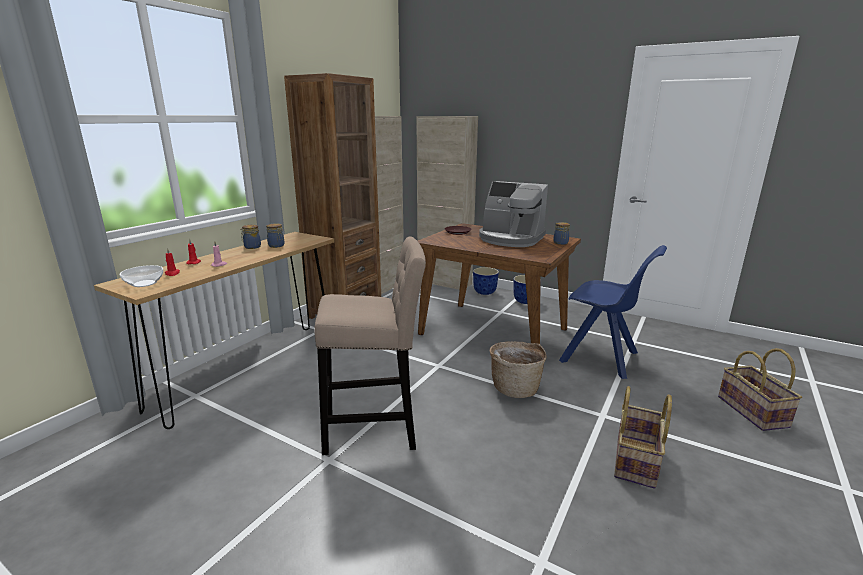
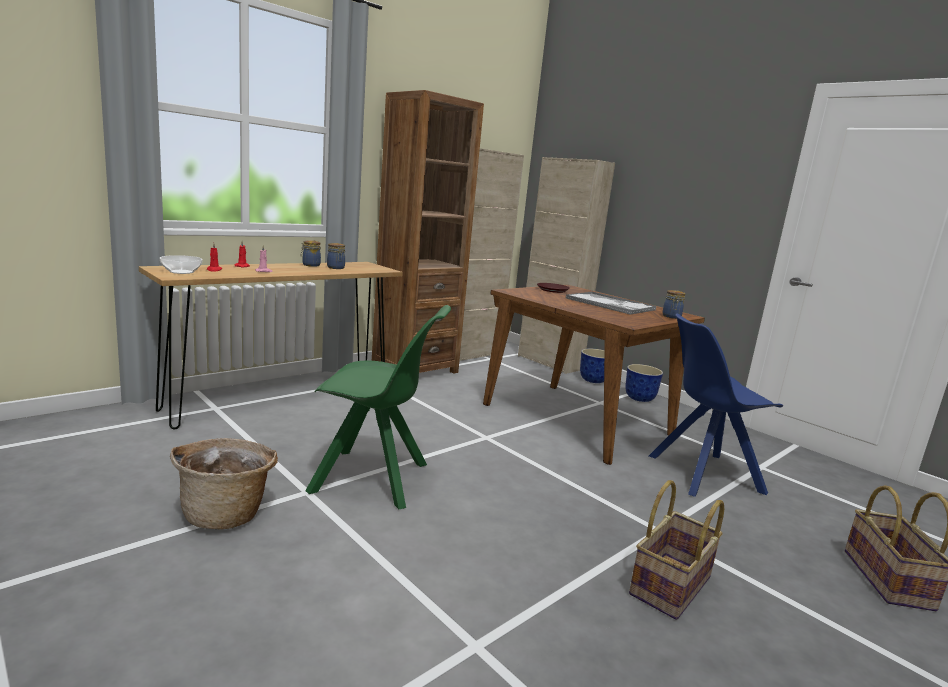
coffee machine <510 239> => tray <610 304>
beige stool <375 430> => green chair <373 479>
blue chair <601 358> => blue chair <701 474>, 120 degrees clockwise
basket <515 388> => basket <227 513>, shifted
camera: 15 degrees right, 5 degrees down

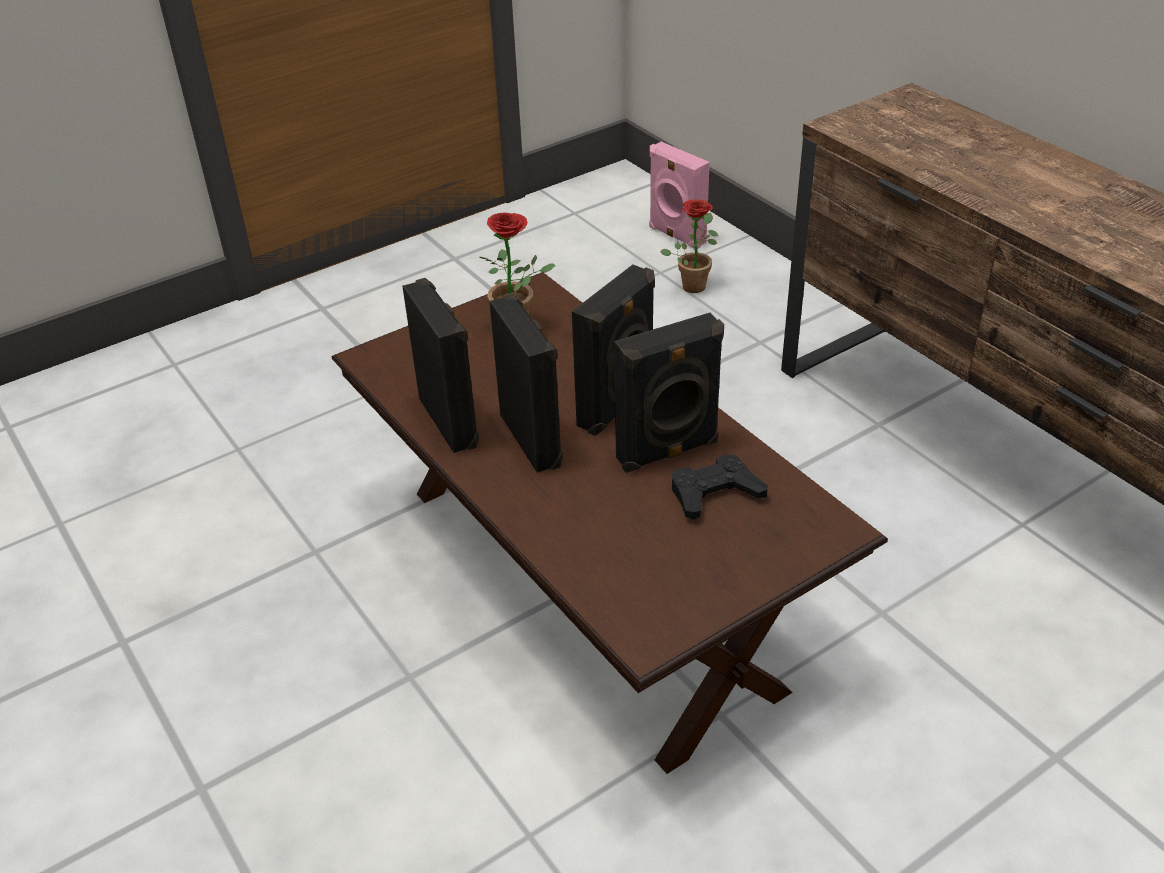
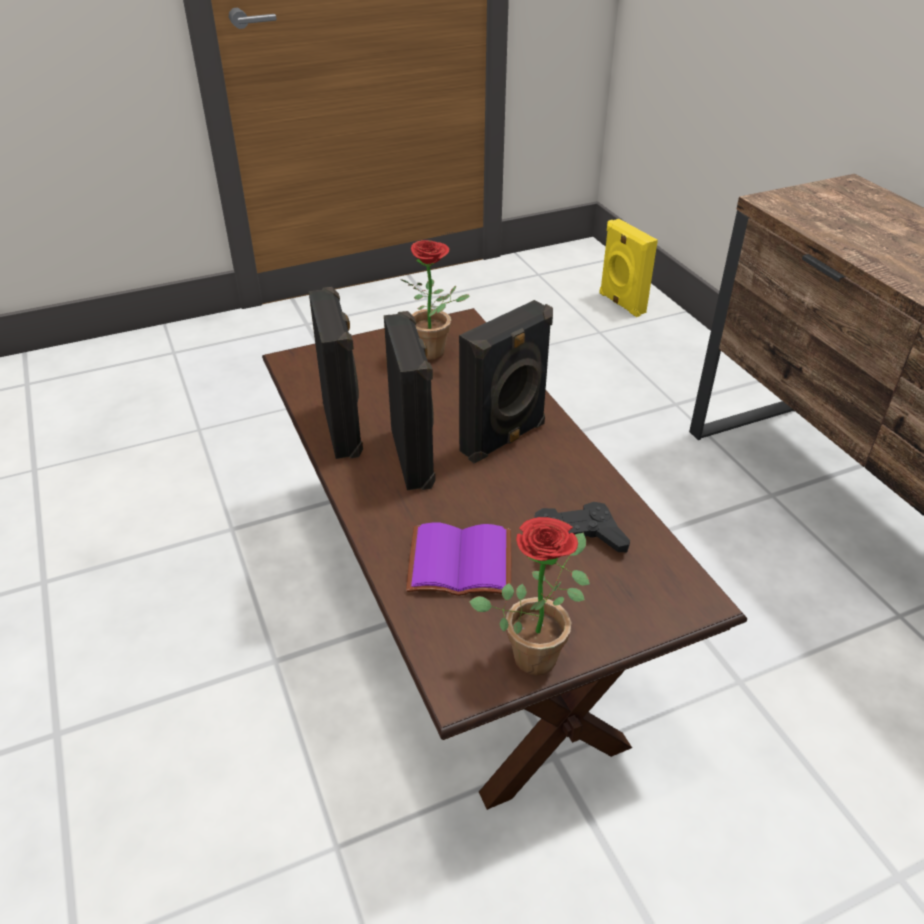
pink speaker <675 236> => yellow speaker <620 303>
potted plant <694 283> => potted plant <537 650>, shifted
black speaker <668 452> => nothing
nothing => purple book <462 560>
camera: 10 degrees right, 0 degrees up

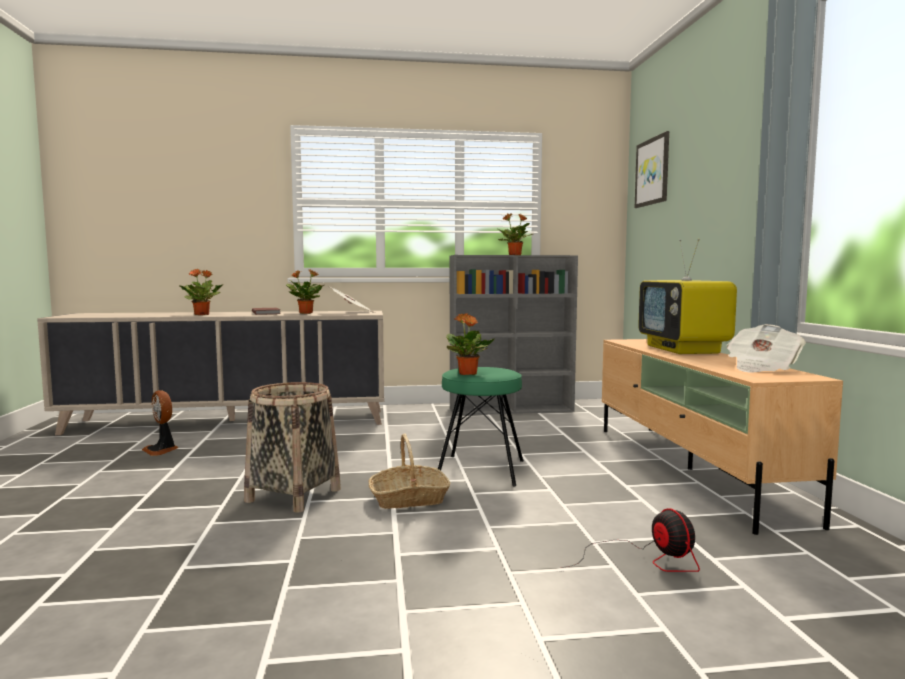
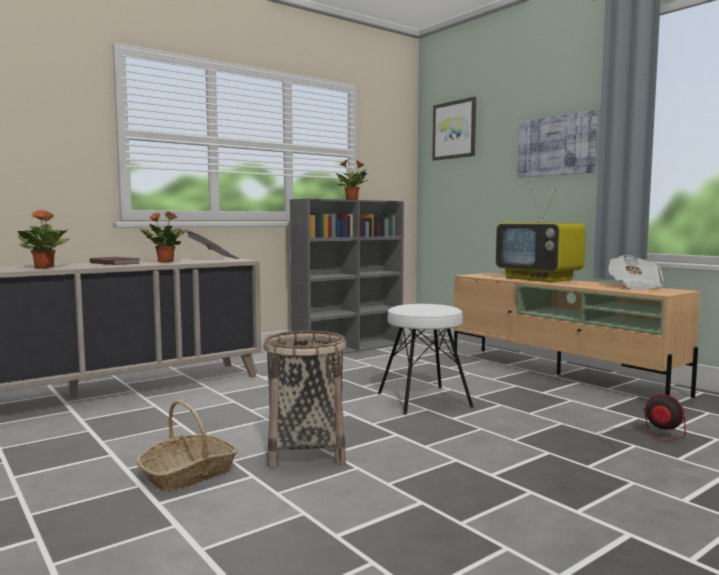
potted plant <467 374> => nothing
green stool <481 470> => white stool <424 400>
fan <161 450> => nothing
basket <409 499> => basket <188 474>, shifted
nothing => picture <556 146>
camera: 30 degrees left, 0 degrees up

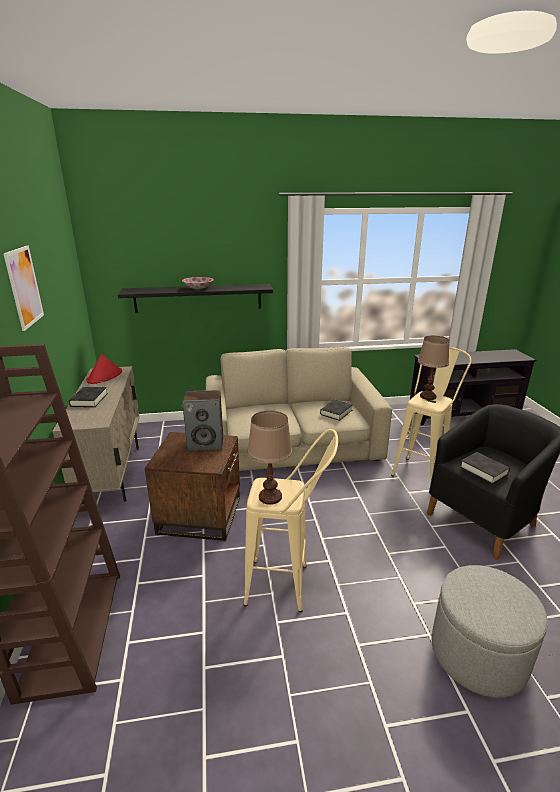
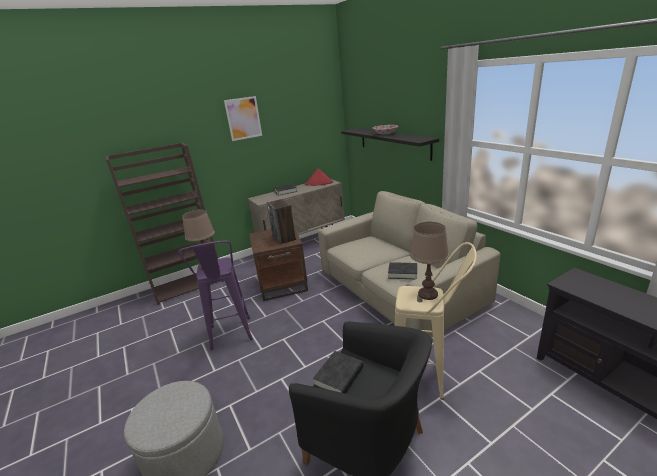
beige stool <288 586> => purple stool <231 338>
camera: 70 degrees right, 0 degrees up

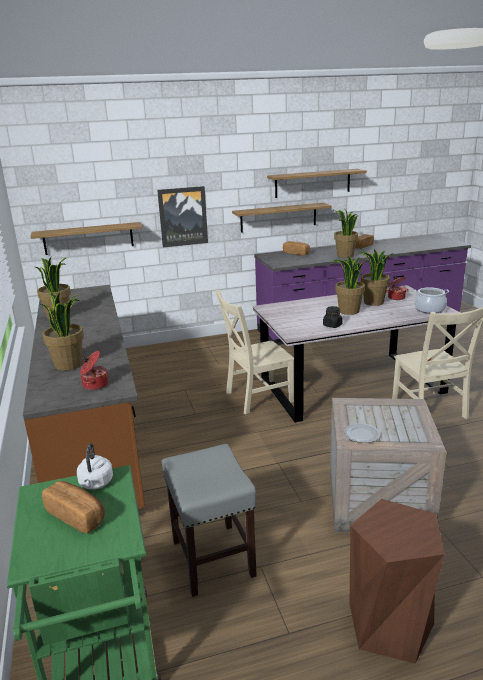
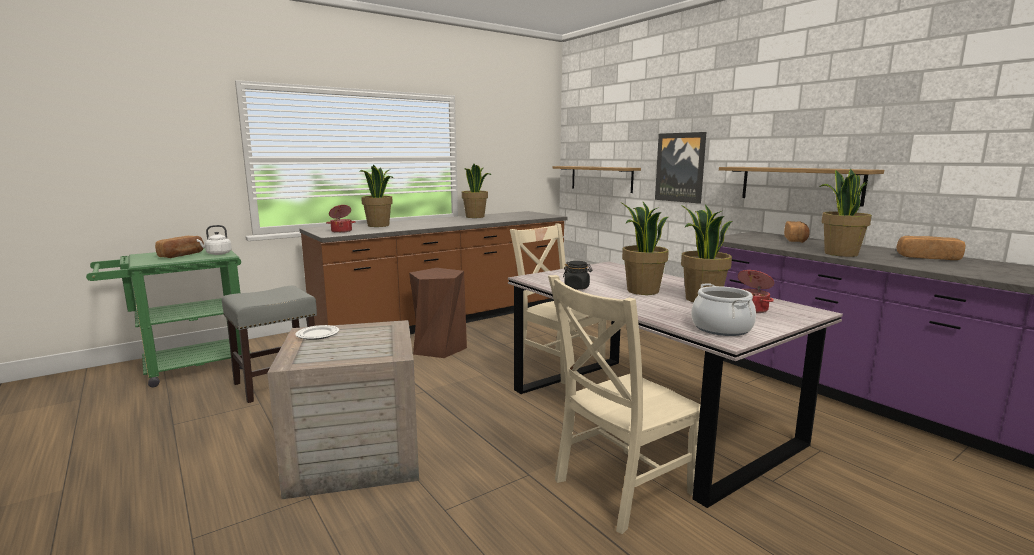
shelf <312 183> => nothing
brown stool <389 624> => brown stool <438 348>, shifted
camera: 70 degrees right, 10 degrees down

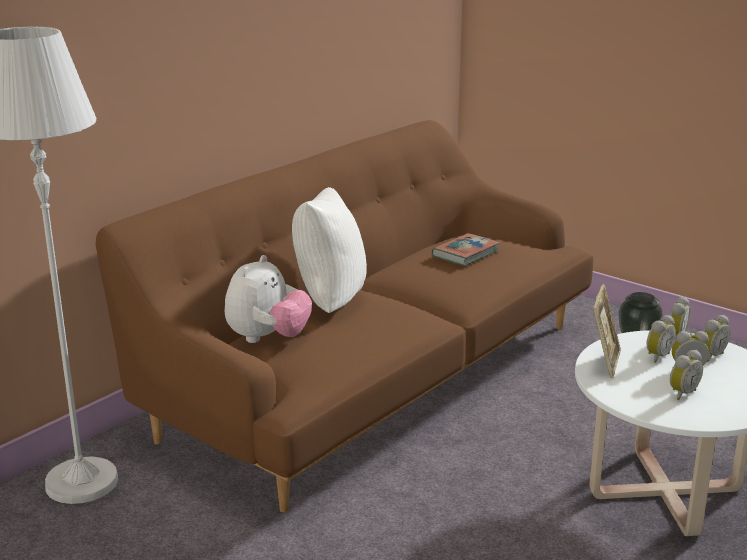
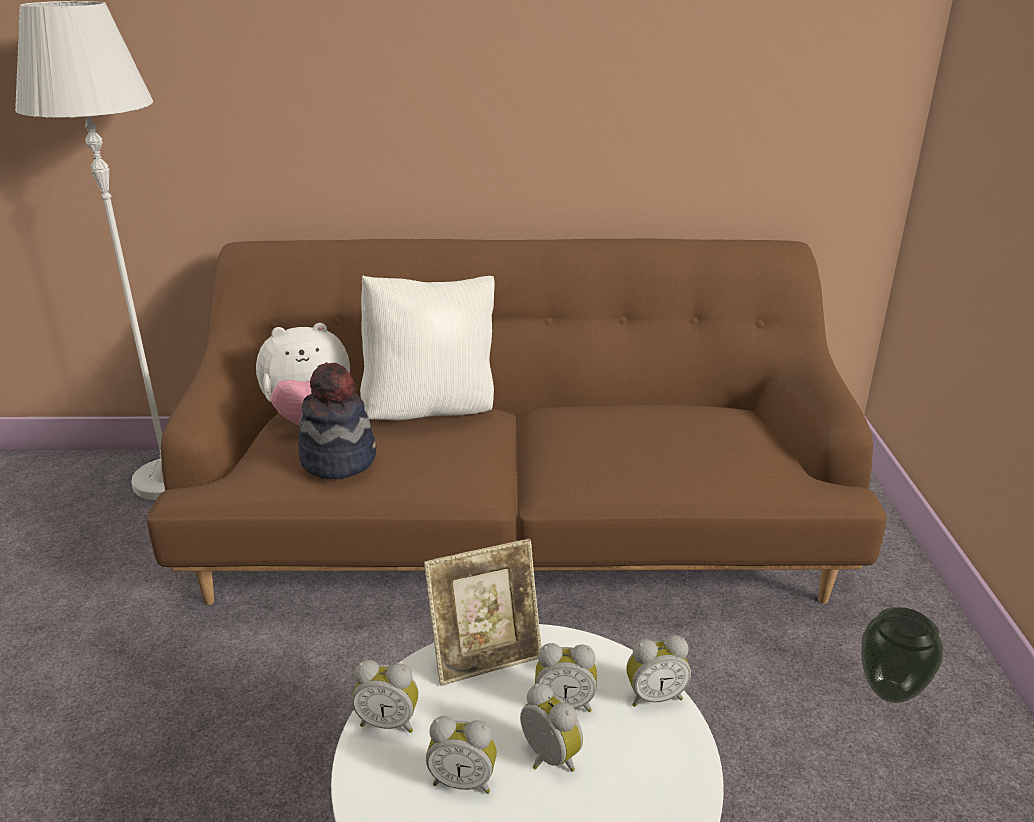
book <465 254> => nothing
alarm clock <710 356> => alarm clock <389 721>, shifted
nothing => hat <339 459>
camera: 50 degrees right, 5 degrees up

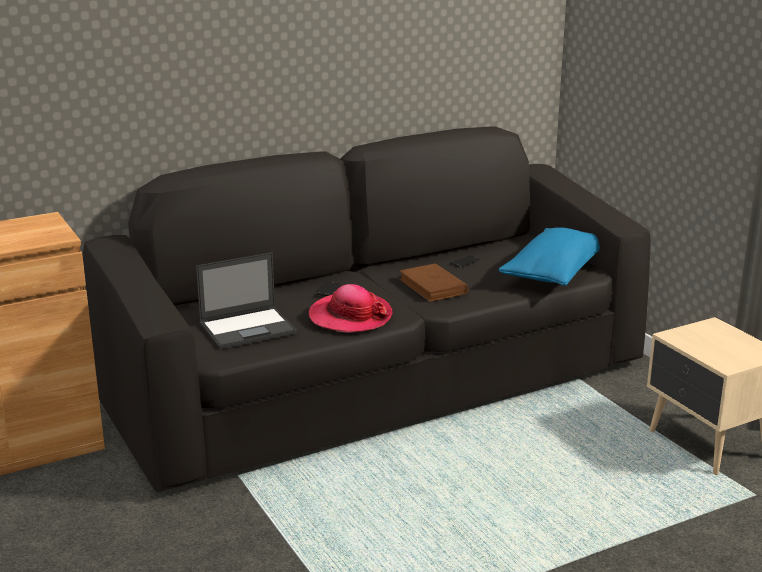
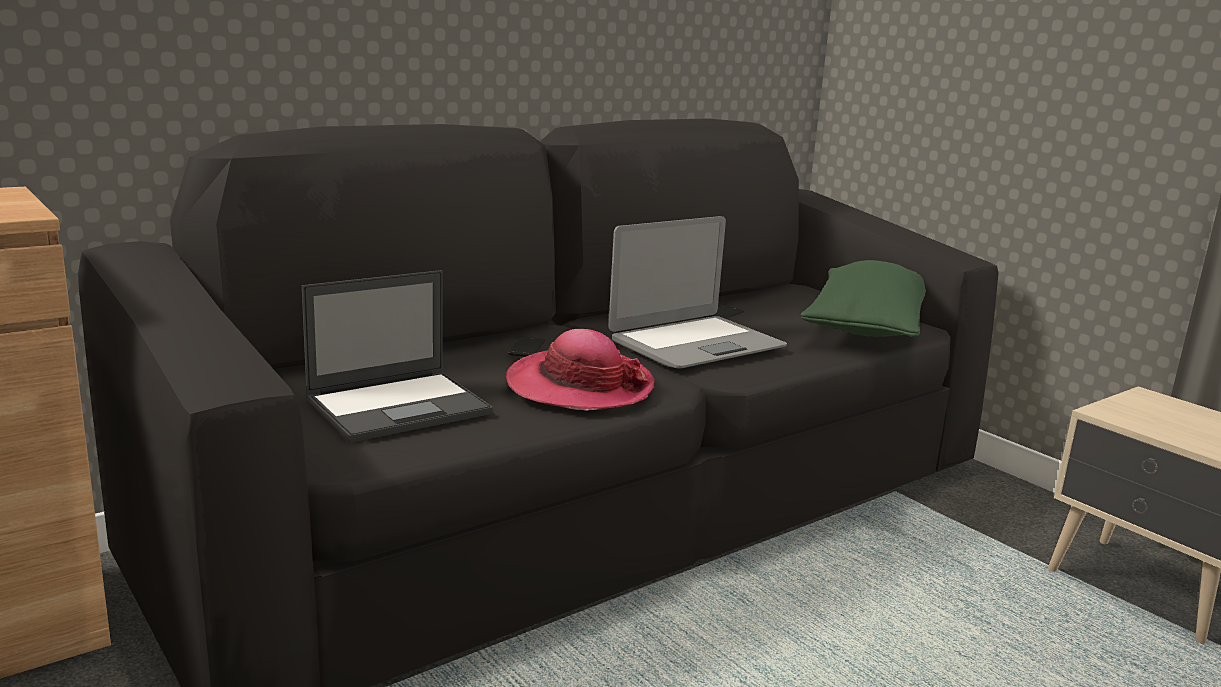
blue pillow <554 273> => green pillow <865 328>
brown book <433 286> => laptop <695 344>
camera: 10 degrees left, 5 degrees down

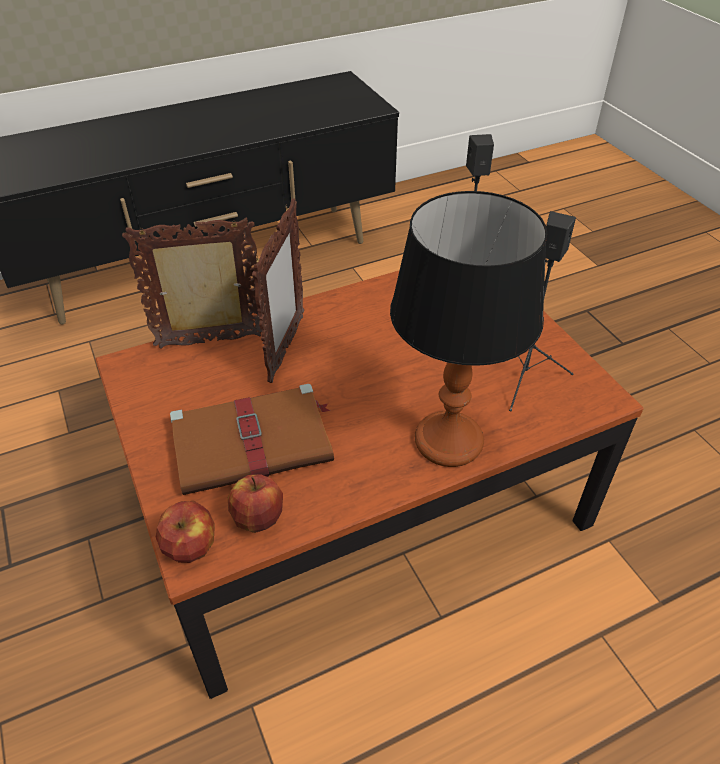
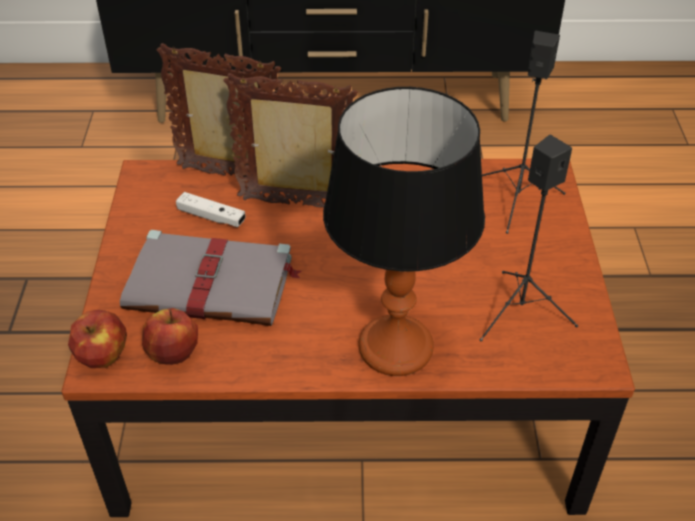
picture frame <286 349> => picture frame <296 205>, 120 degrees counterclockwise
brown book <254 442> => grey book <212 284>
nothing => white game controller <211 217>
camera: 25 degrees right, 0 degrees up

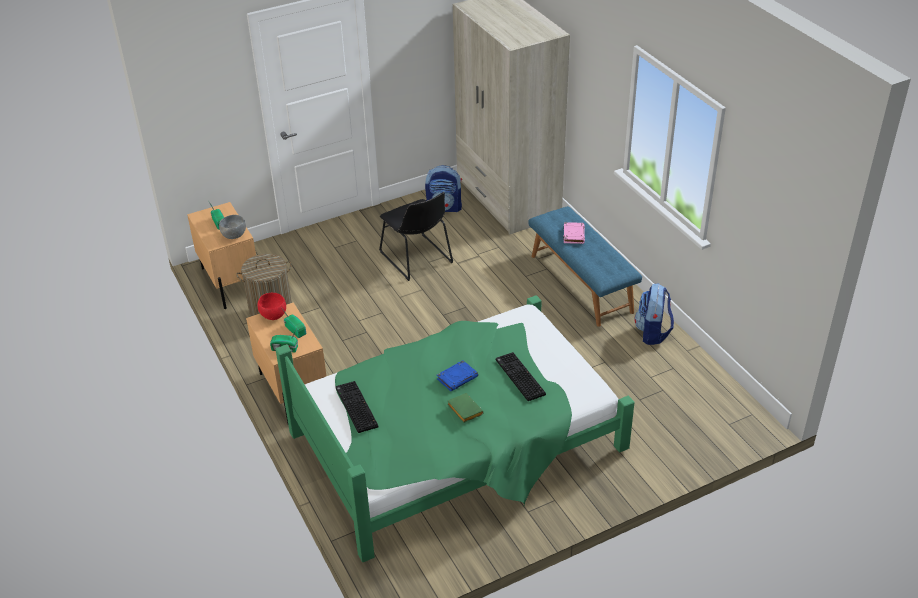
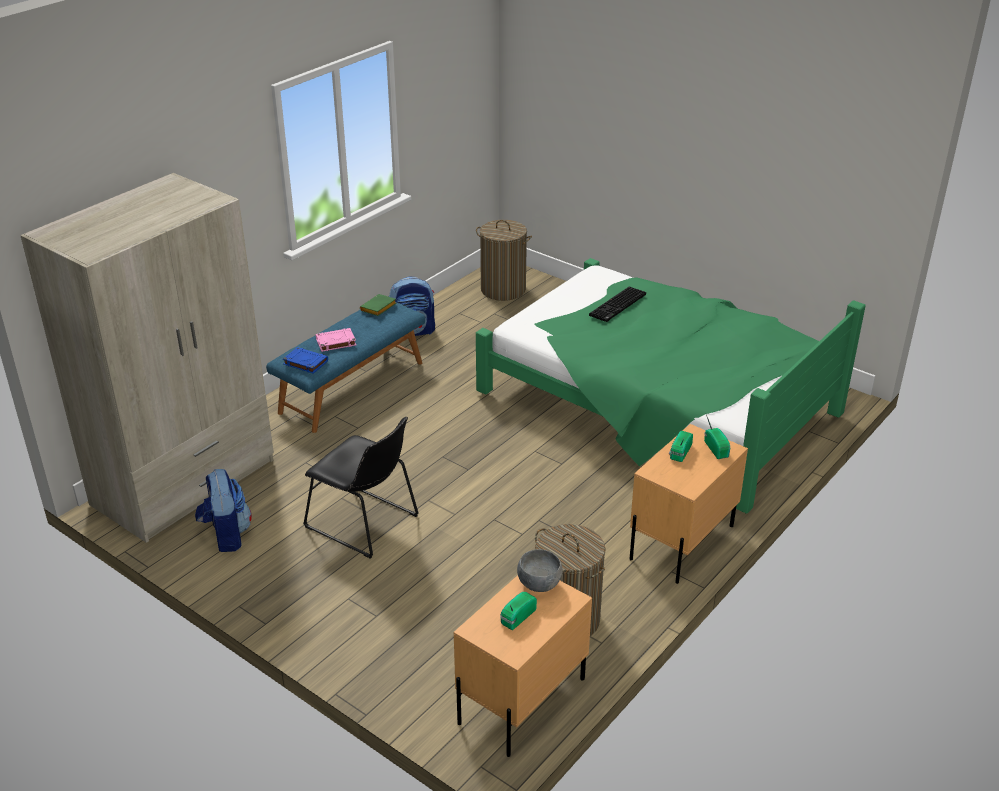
black chair <417 259> => black chair <365 523>, 90 degrees clockwise
red bowl <273 316> => nothing
blue book <457 378> => blue book <305 362>, shifted
keyboard <355 407> => nothing
green book <463 410> => green book <378 308>, shifted
nothing => laundry basket <503 289>
camera: 115 degrees left, 5 degrees down

